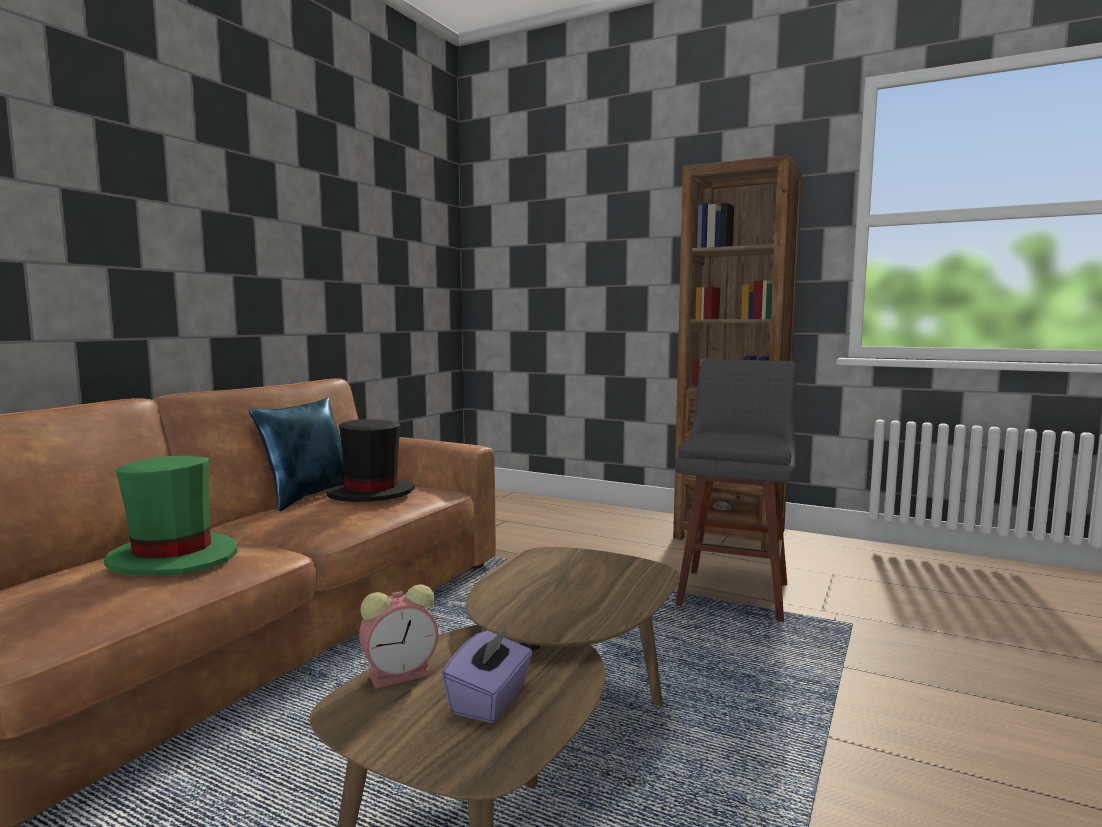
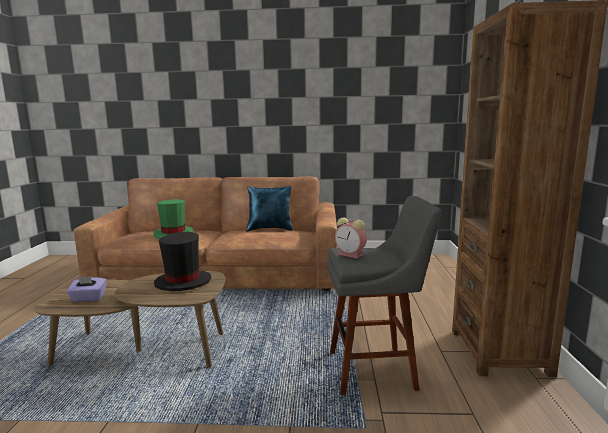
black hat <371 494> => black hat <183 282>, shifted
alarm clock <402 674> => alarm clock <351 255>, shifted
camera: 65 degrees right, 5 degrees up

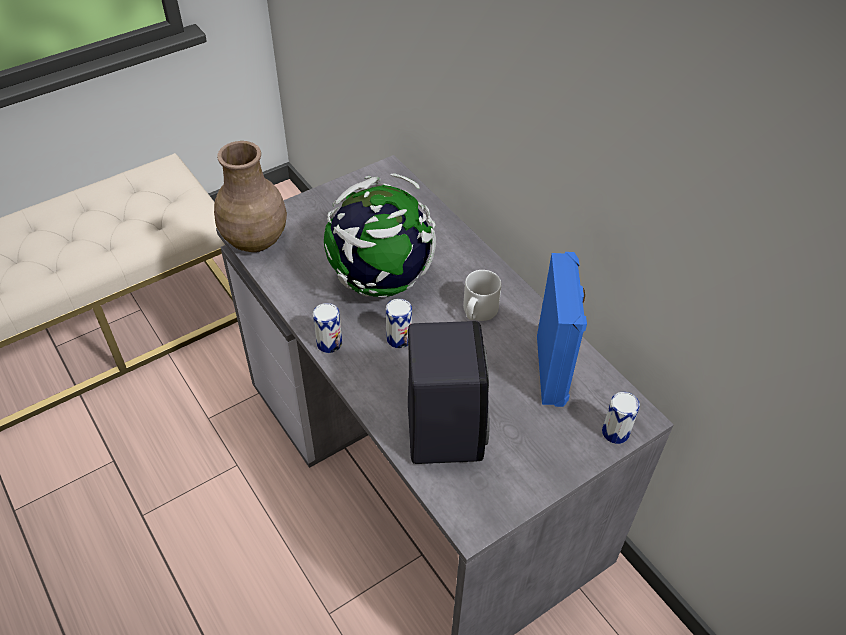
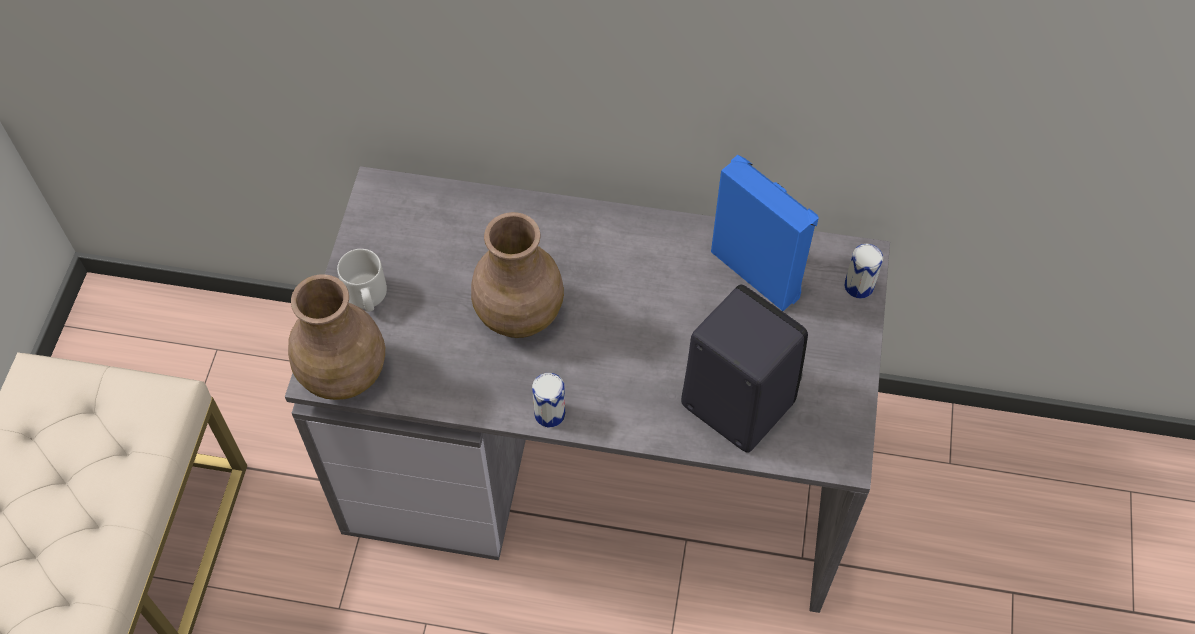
globe <380 281> => brown vase <518 314>
grey mug <478 311> => grey mug <366 296>, shifted
can <399 339> => nothing
camera: 45 degrees left, 10 degrees up

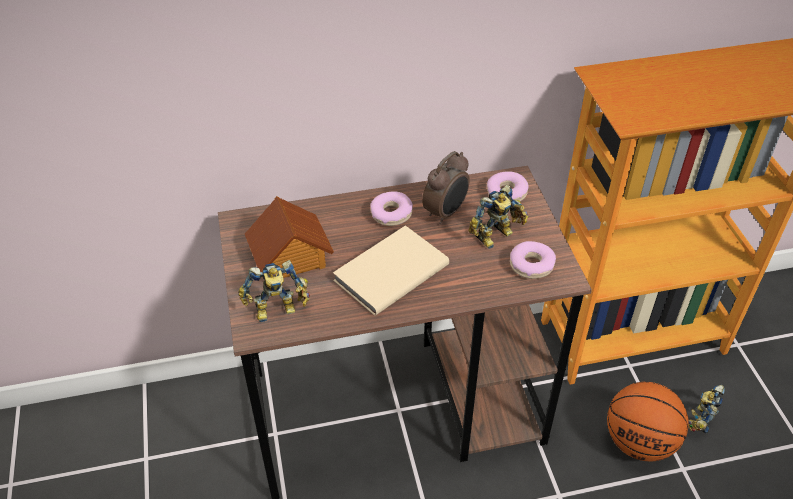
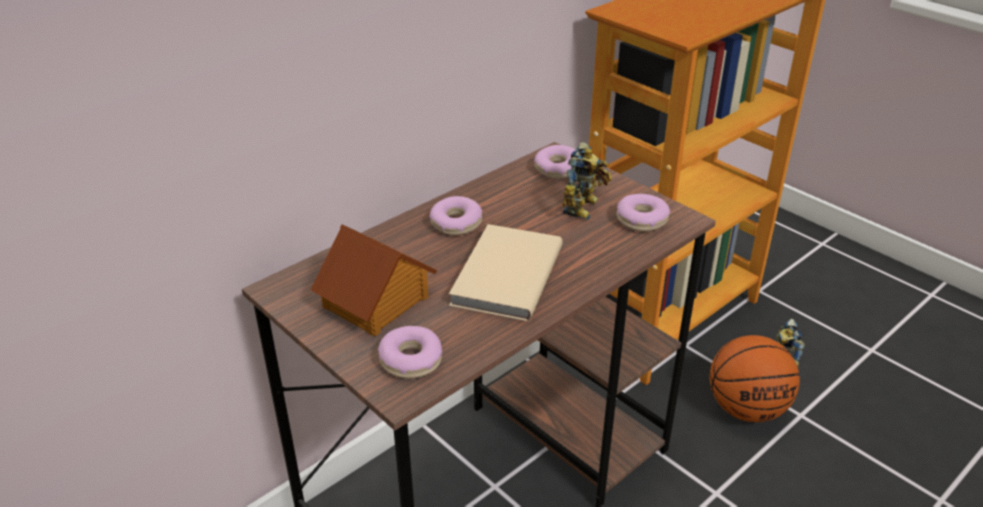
alarm clock <446 213> => nothing
toy robot <277 311> => donut <411 360>
camera: 30 degrees left, 10 degrees down

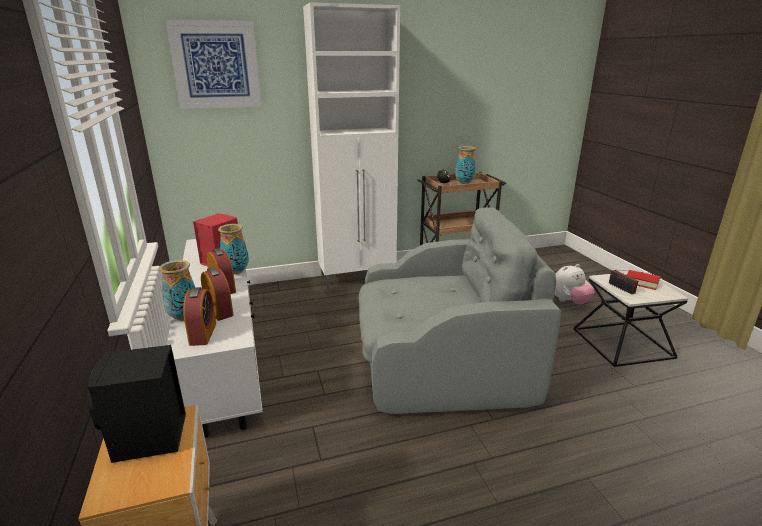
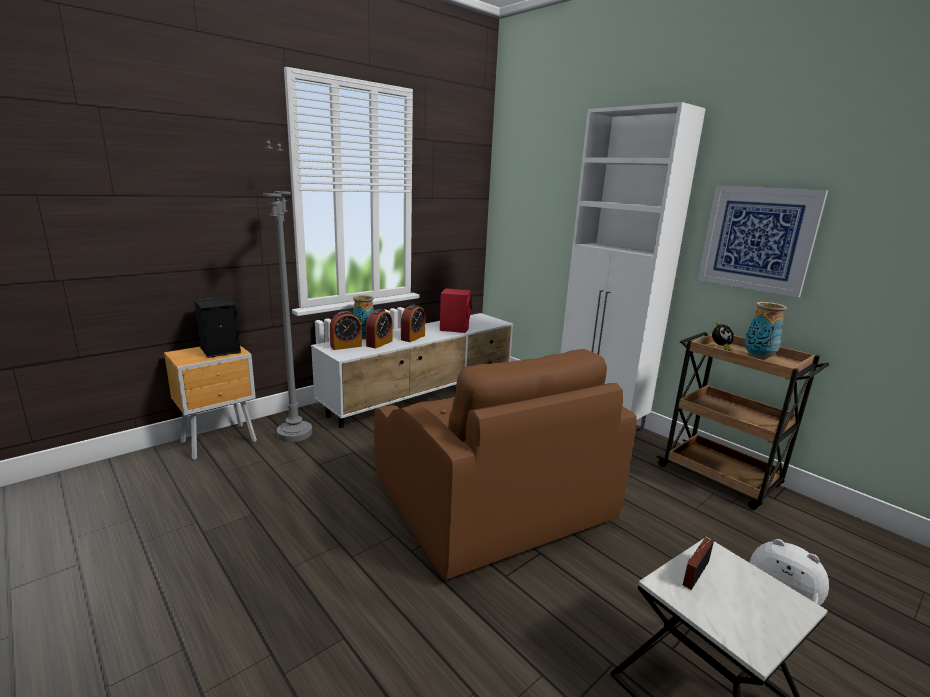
picture <216 65> => picture <757 239>, shifted
grey armchair <440 362> => brown armchair <487 499>
vase <236 271> => nothing
book <641 282> => nothing
nothing => grey floor lamp <294 433>
camera: 65 degrees right, 5 degrees down

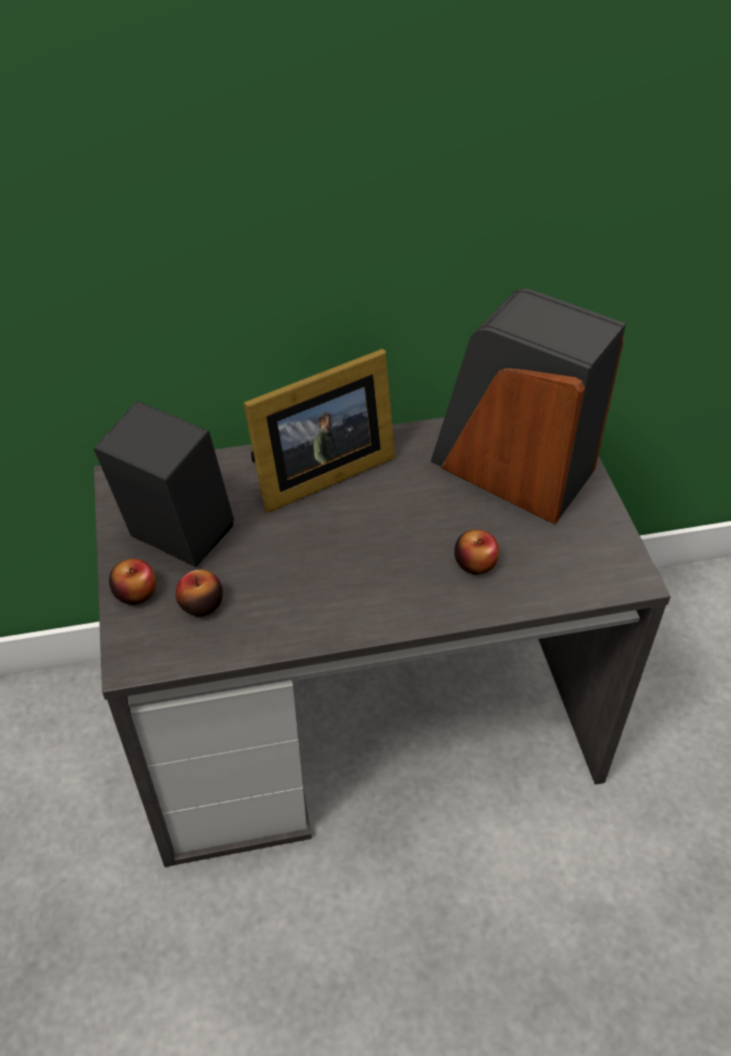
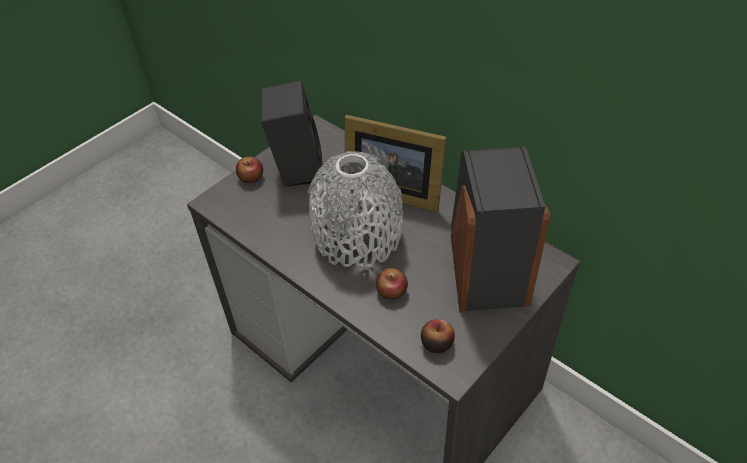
apple <201 604> => apple <437 343>, shifted
nothing => grey vase <357 236>
camera: 55 degrees right, 0 degrees up

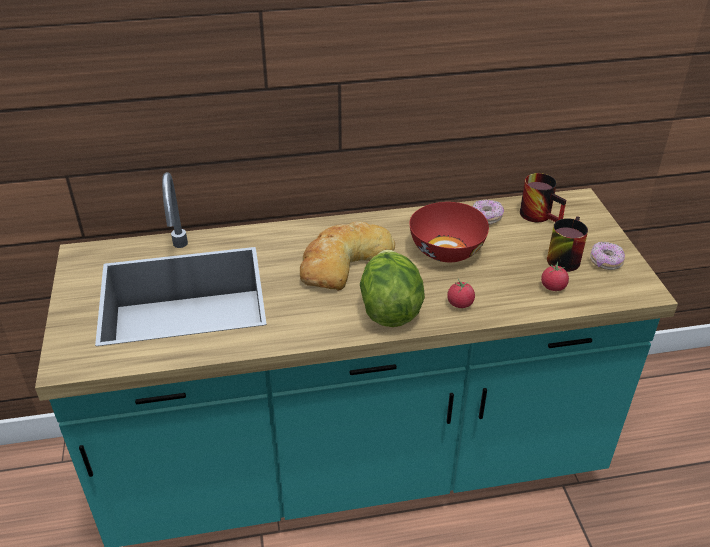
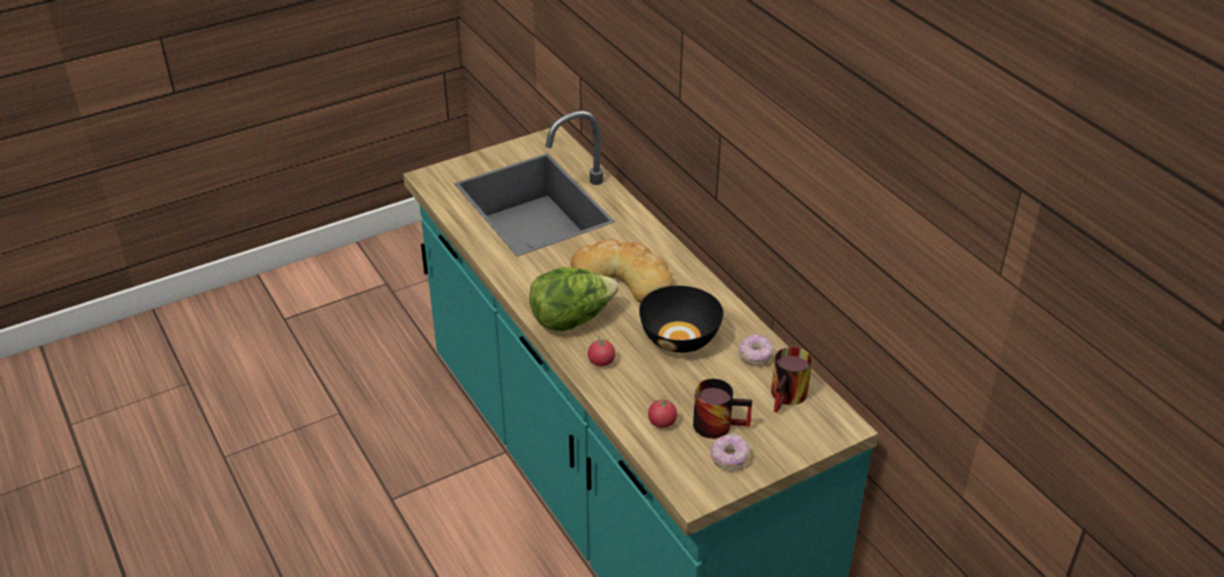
red bowl <446 250> => black bowl <681 338>
camera: 70 degrees right, 0 degrees up

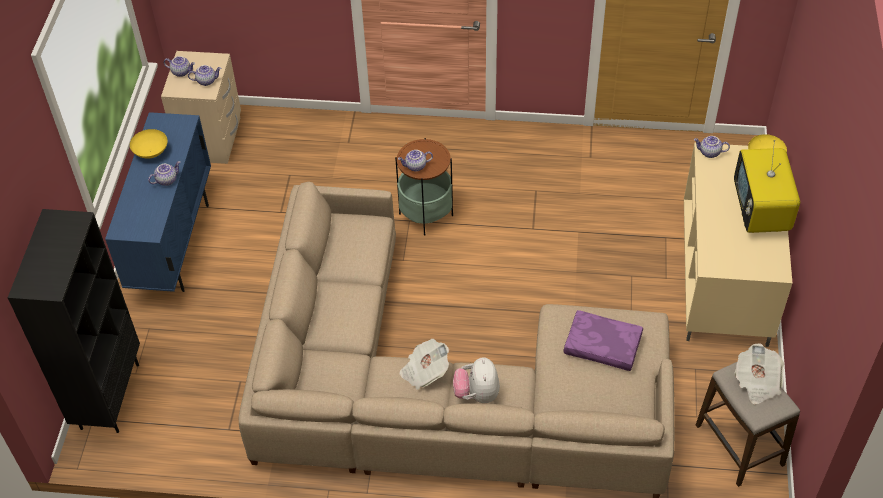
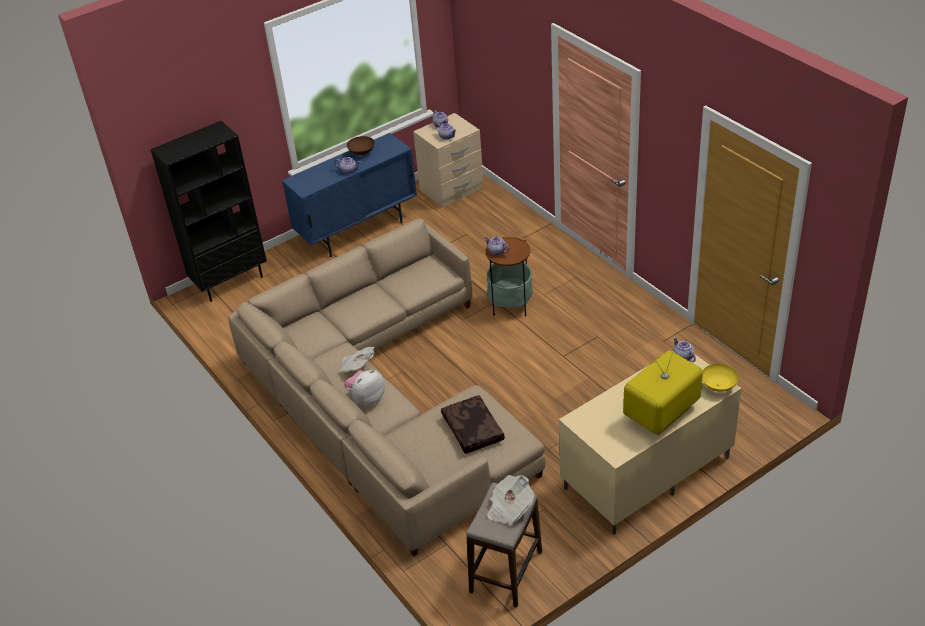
yellow bowl <151 152> => brown bowl <361 153>
purple pillow <601 346> => brown pillow <471 430>
camera: 50 degrees right, 10 degrees down

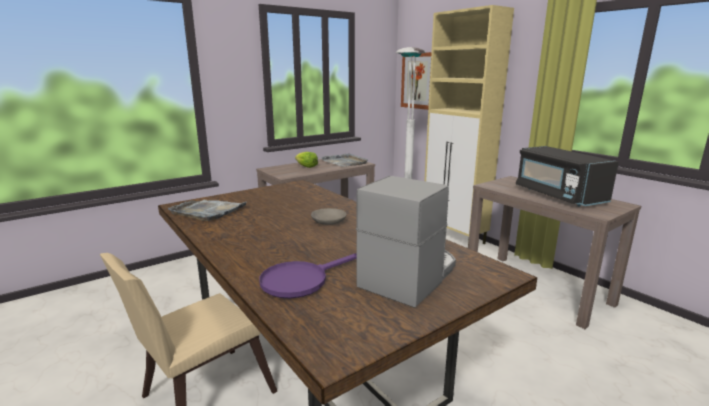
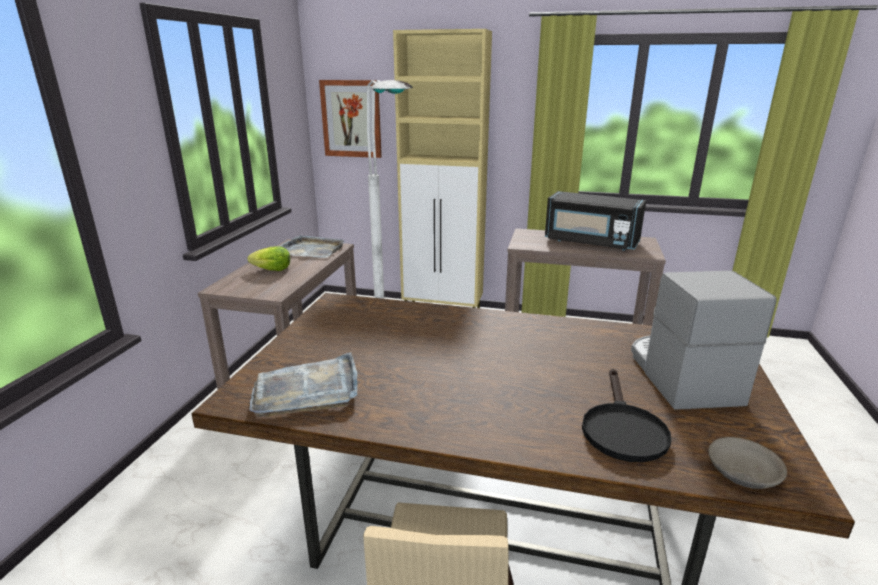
grey bowl <328 221> => grey bowl <742 472>, shifted
purple frying pan <302 280> => black frying pan <621 428>
camera: 40 degrees left, 5 degrees up

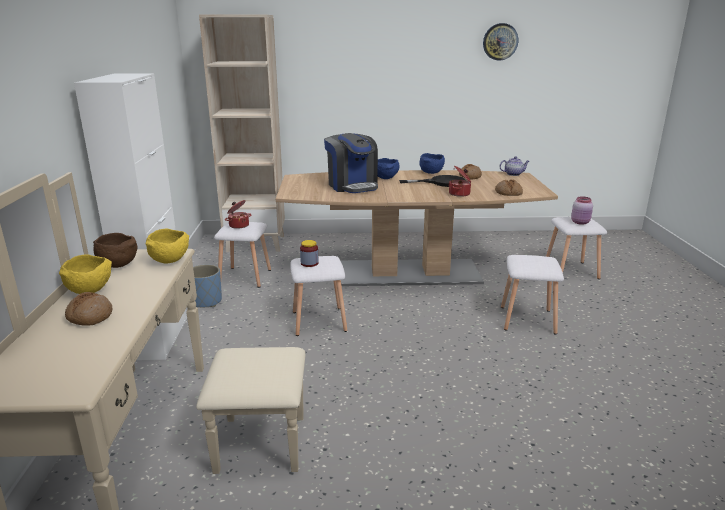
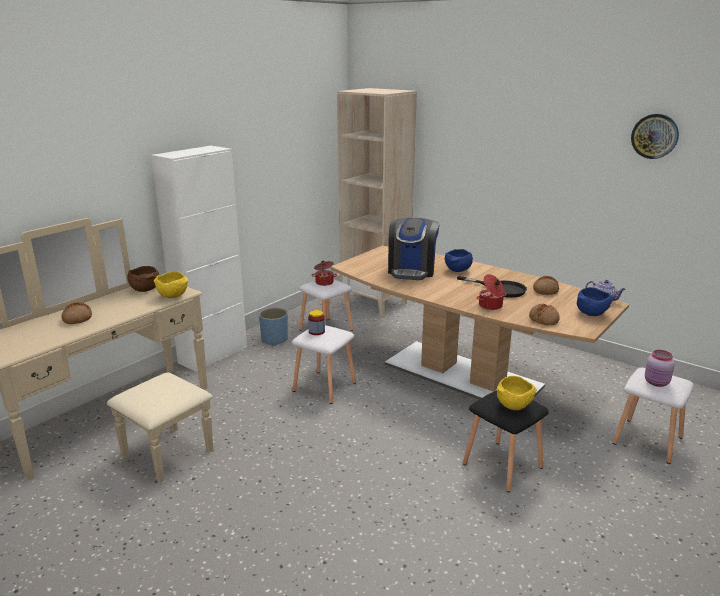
blue bowl <431 172> => blue bowl <592 314>, shifted
yellow bowl <90 290> => yellow bowl <514 406>, shifted
white stool <526 320> => black stool <501 465>
camera: 40 degrees right, 0 degrees up

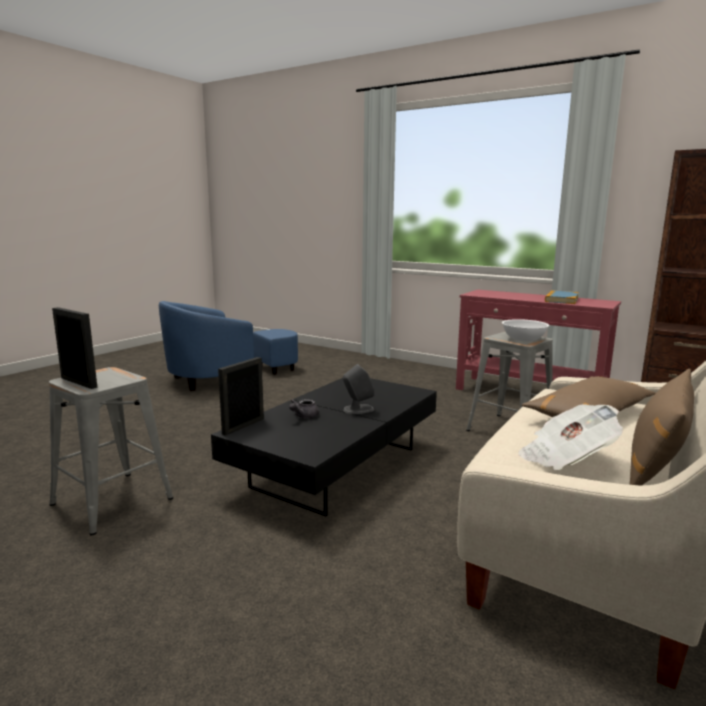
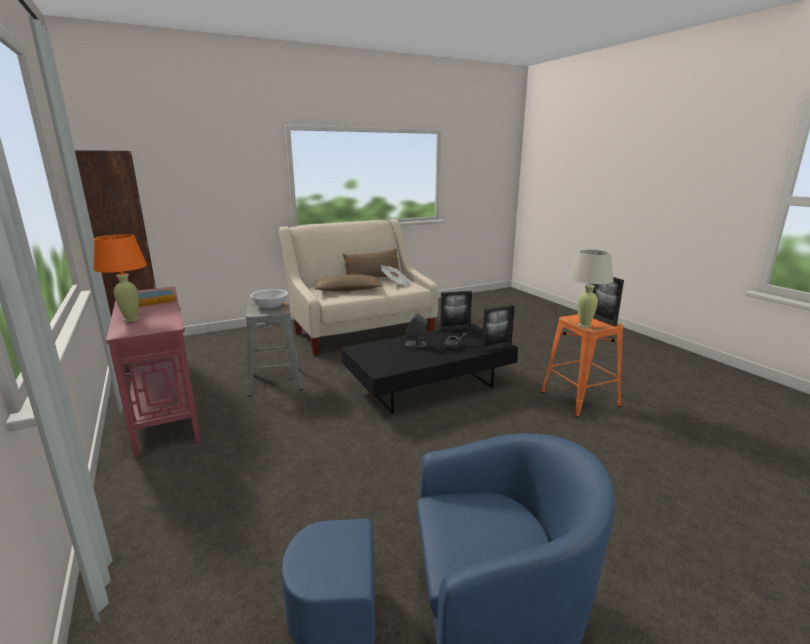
grey stool <111 501> => orange stool <580 399>
nothing => orange table lamp <131 319>
nothing => beige table lamp <584 325>
nothing => picture frame <455 328>
camera: 150 degrees left, 5 degrees up

